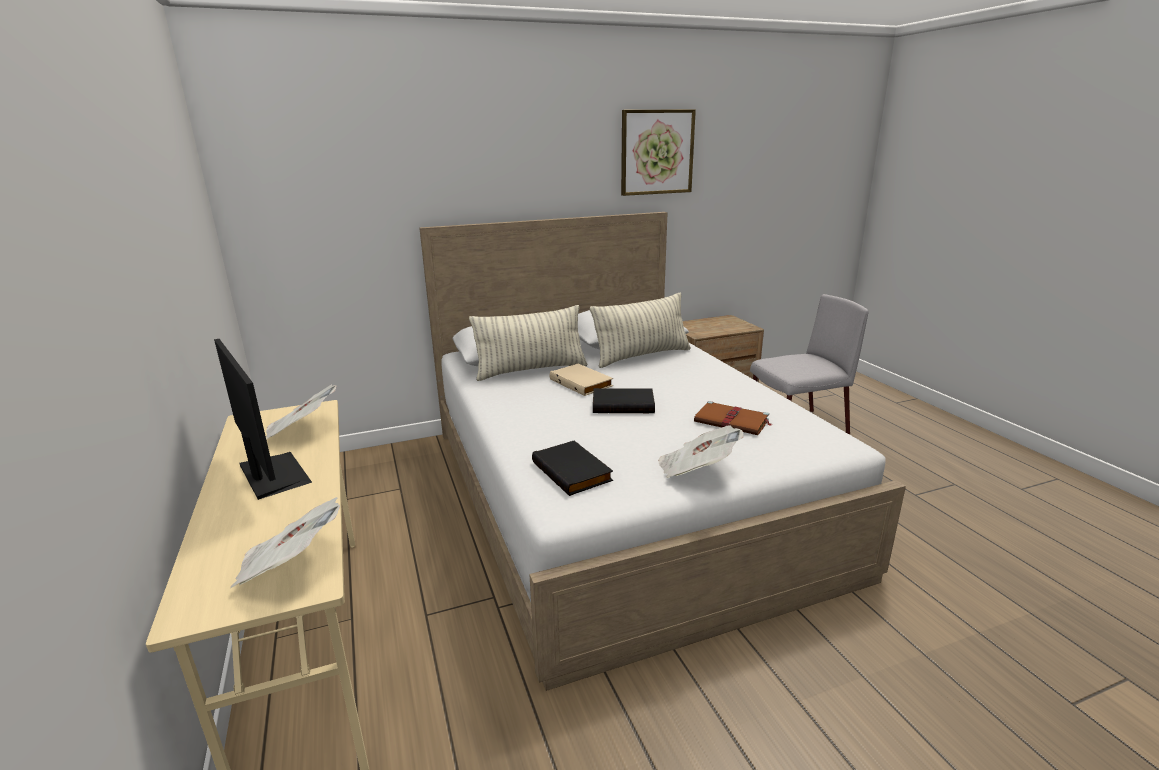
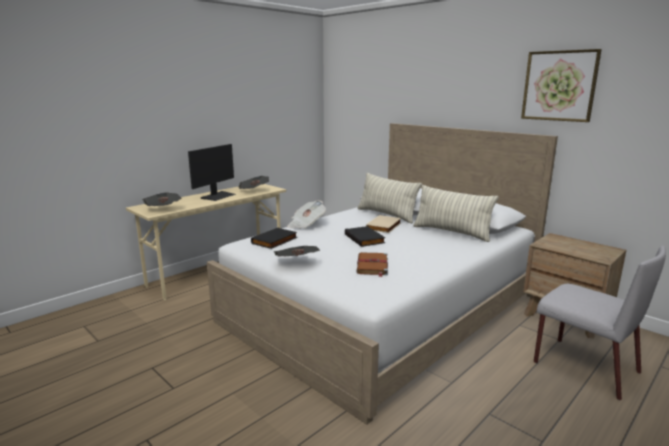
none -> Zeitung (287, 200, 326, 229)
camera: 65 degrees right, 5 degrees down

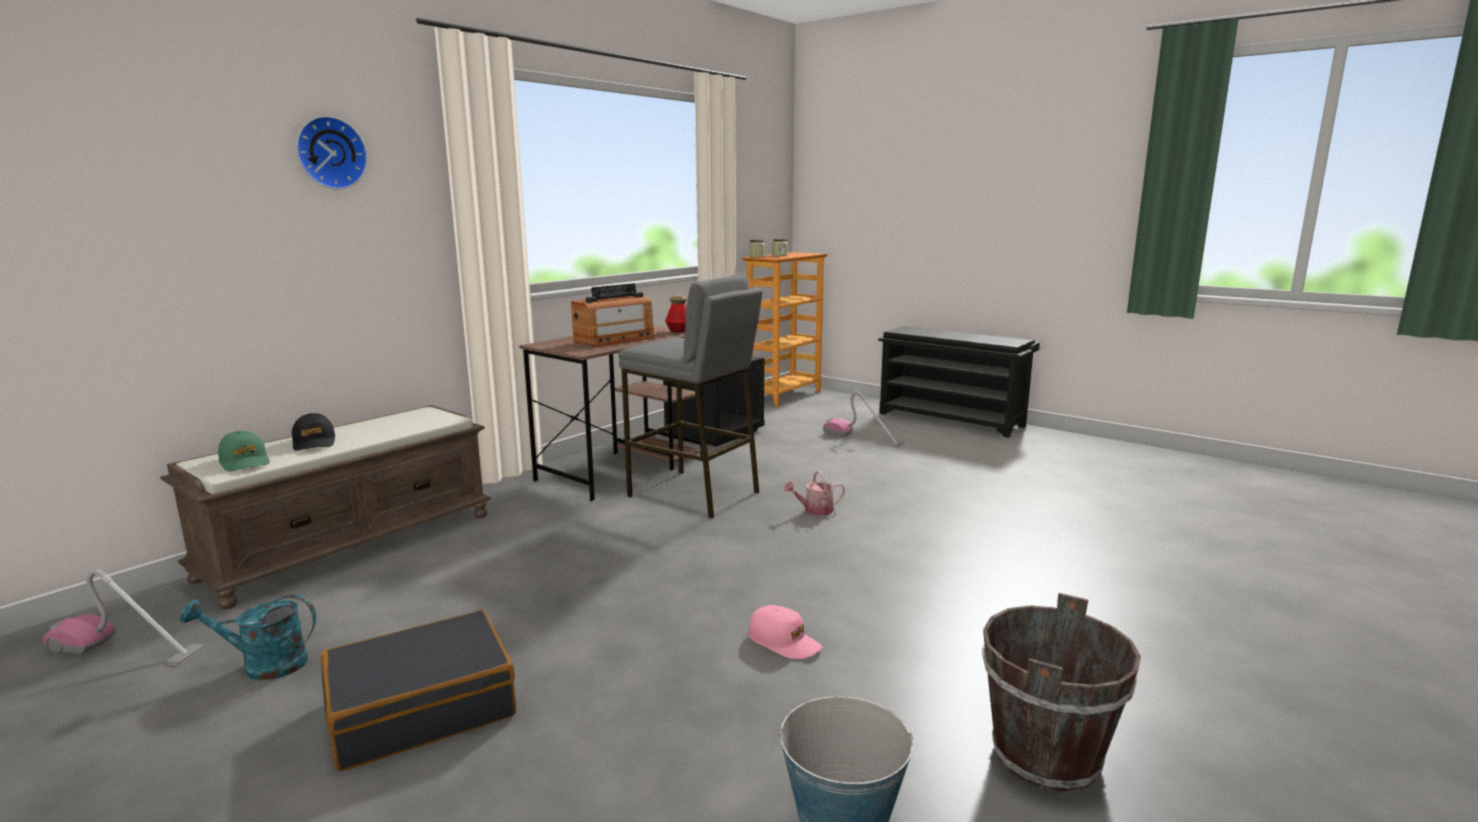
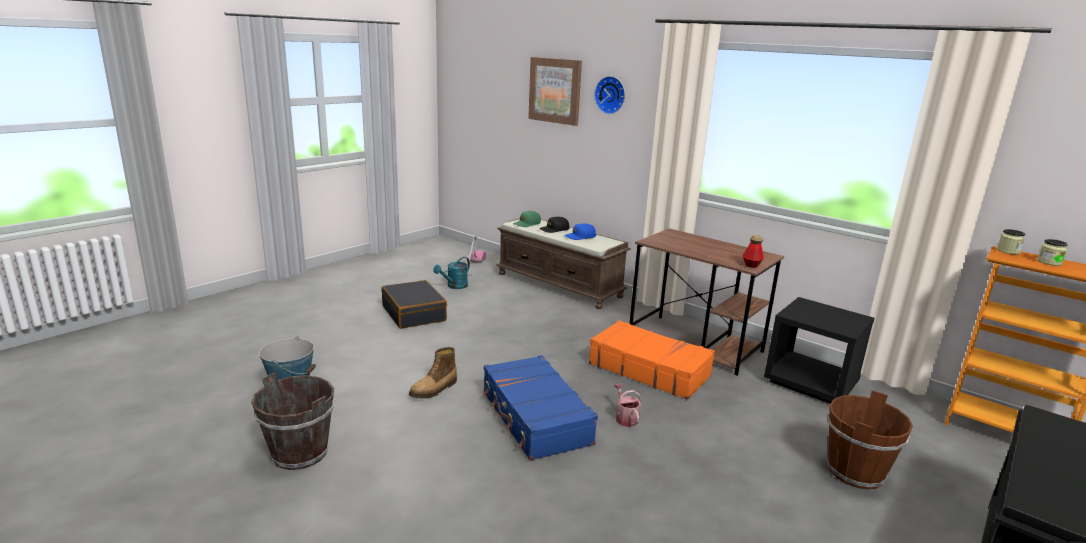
Gießkanne (türkis) (180, 594, 316, 680) -> Gießkanne (türkis) (433, 257, 470, 289), 135 degrees counterclockwise
Radio (571, 283, 654, 347) -> none
Hocker (grau) (618, 273, 762, 519) -> Koffer (orange) (589, 320, 715, 400)
Kappe (rosa) (749, 605, 822, 659) -> Stiefel (409, 347, 457, 399)
Staubsauger (823, 392, 904, 448) -> Eimer (braun) (827, 390, 913, 489)
none -> Koffer (blau) (483, 355, 598, 461)
none -> Bild (528, 57, 582, 126)
none -> Kappe (blau) (565, 223, 596, 240)
camera: 90 degrees right, 5 degrees up

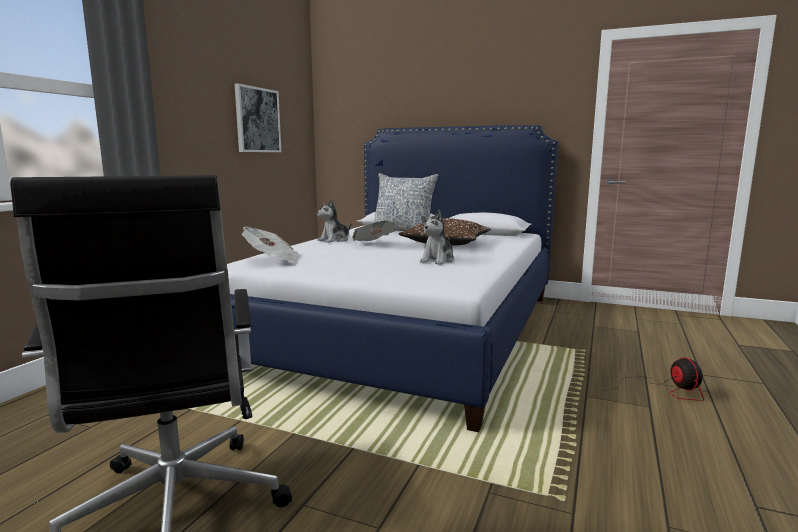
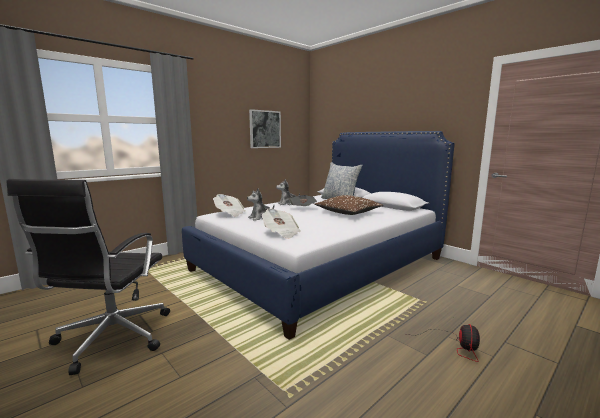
Plüschtier (420, 210, 454, 265) -> Plüschtier (247, 188, 274, 221), shifted
none -> Zeitung (262, 208, 301, 239)
camera: 25 degrees right, 0 degrees up

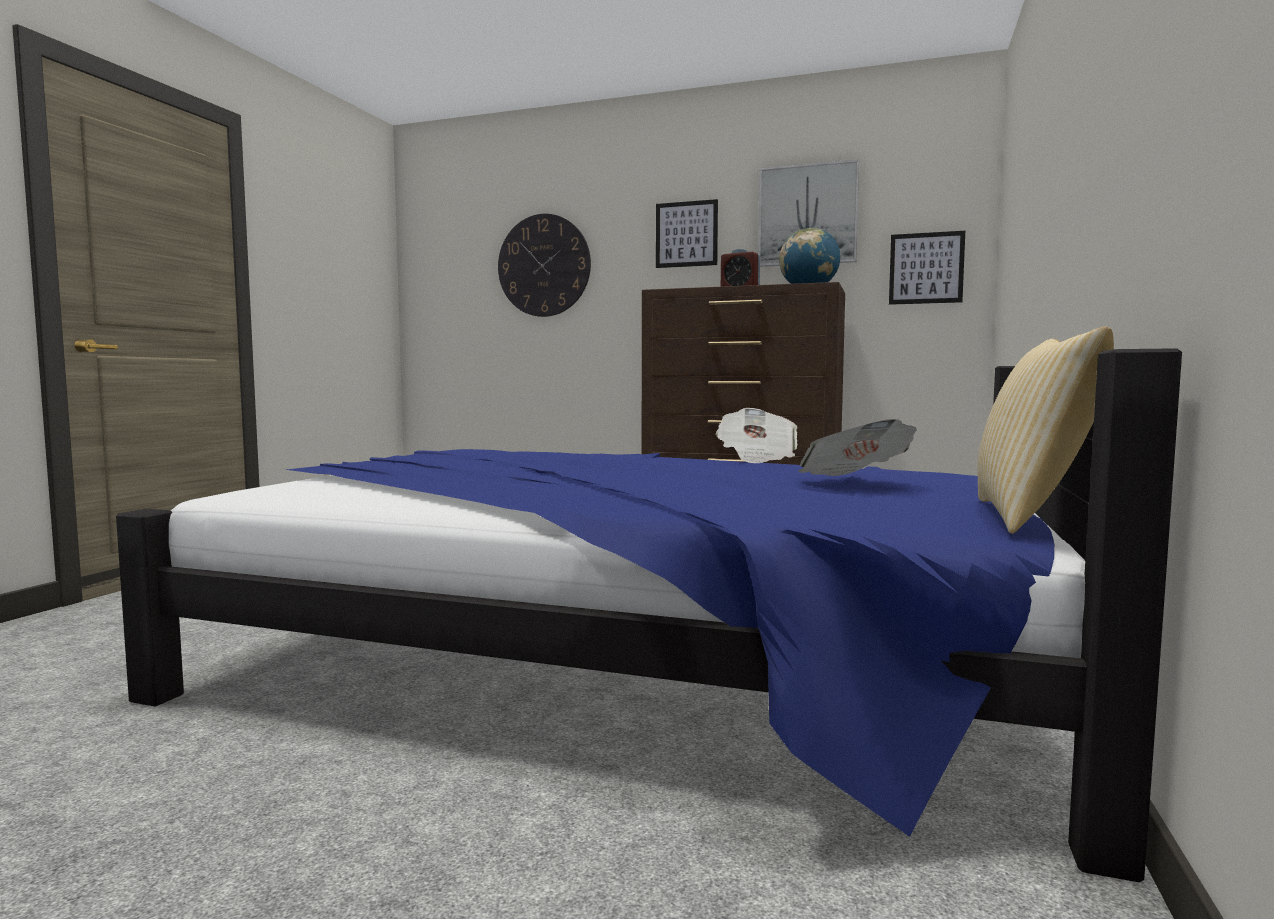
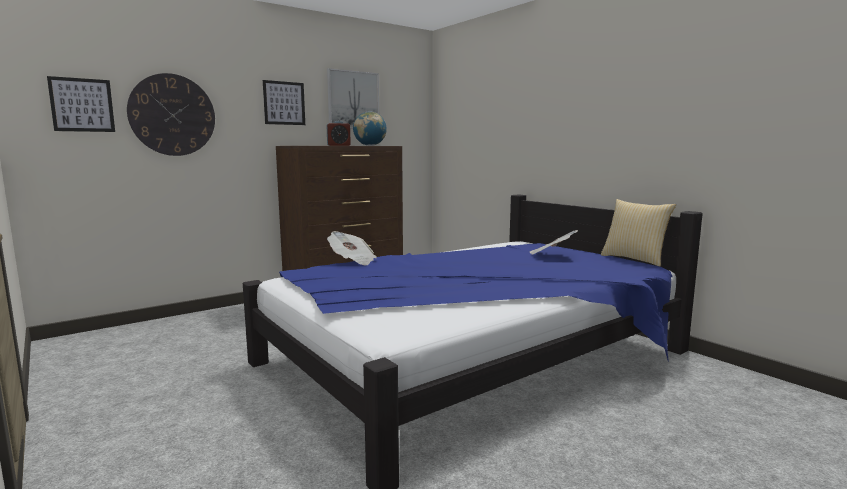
Zeitung (715, 408, 797, 463) -> Zeitung (327, 231, 377, 266), shifted
Bild (889, 231, 965, 305) -> Bild (47, 76, 115, 132), shifted
camera: 55 degrees left, 5 degrees up

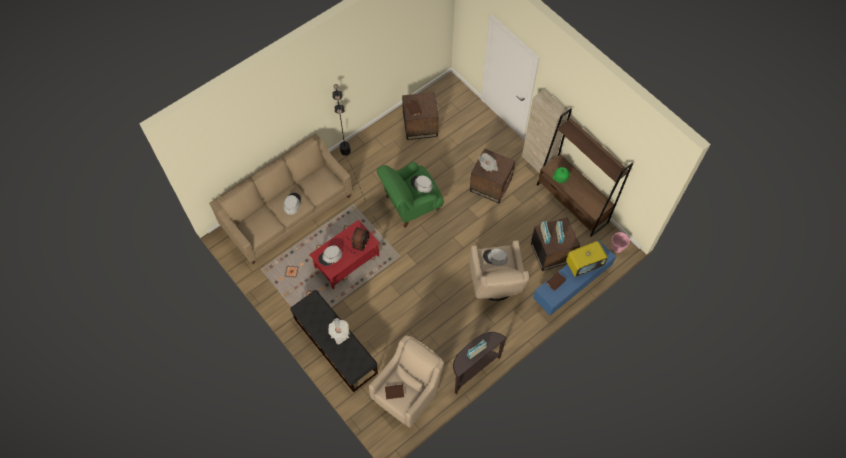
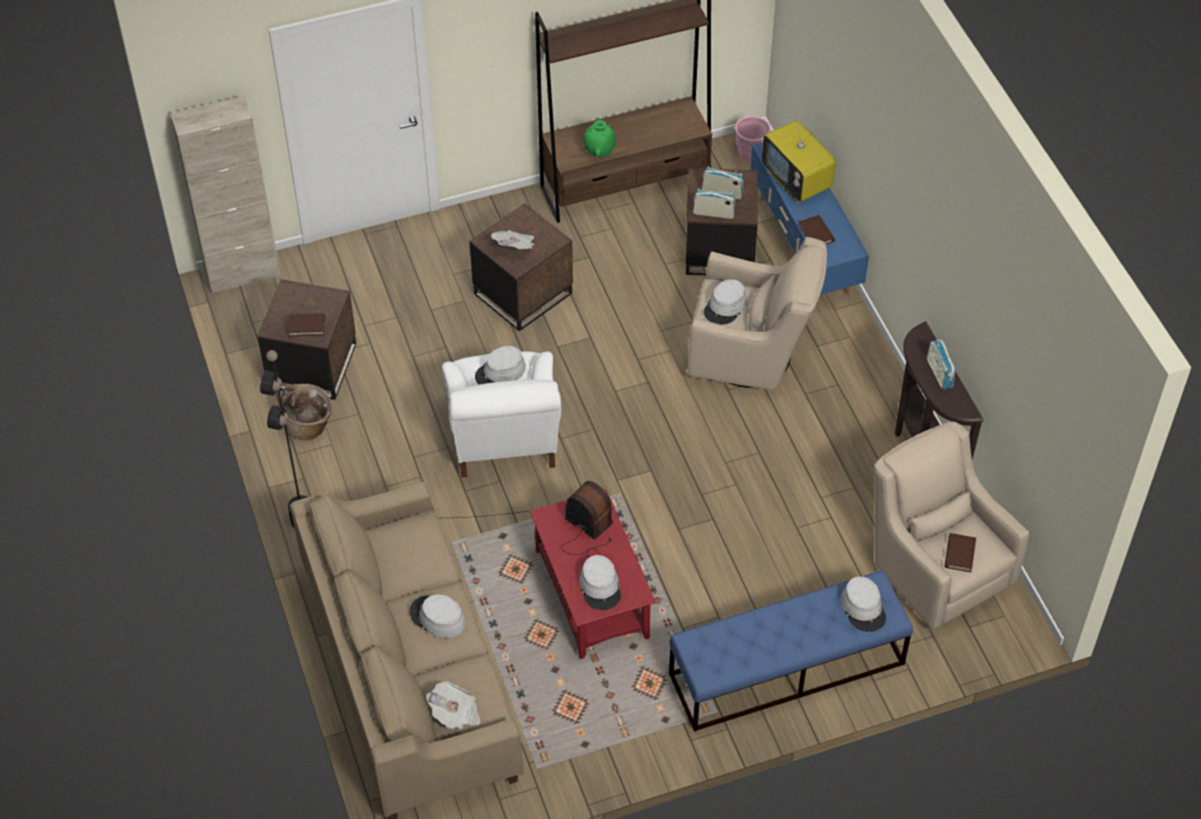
Bank (schwarz) (290, 290, 378, 392) -> Bank (blau) (669, 571, 913, 731)
Zeitung (328, 318, 349, 344) -> Zeitung (427, 681, 481, 729), shifted
Sessel (grün) (377, 162, 444, 228) -> Sessel (weiß) (442, 351, 561, 477)
Schrank (beige) (522, 89, 568, 173) -> Schrank (beige) (170, 96, 281, 294), shifted
Fernseher (566, 241, 608, 277) -> Fernseher (762, 116, 836, 202), 150 degrees clockwise
none -> Korb (281, 384, 331, 440)
none -> Hut (grau) (841, 576, 886, 632)
camera: 70 degrees left, 10 degrees down

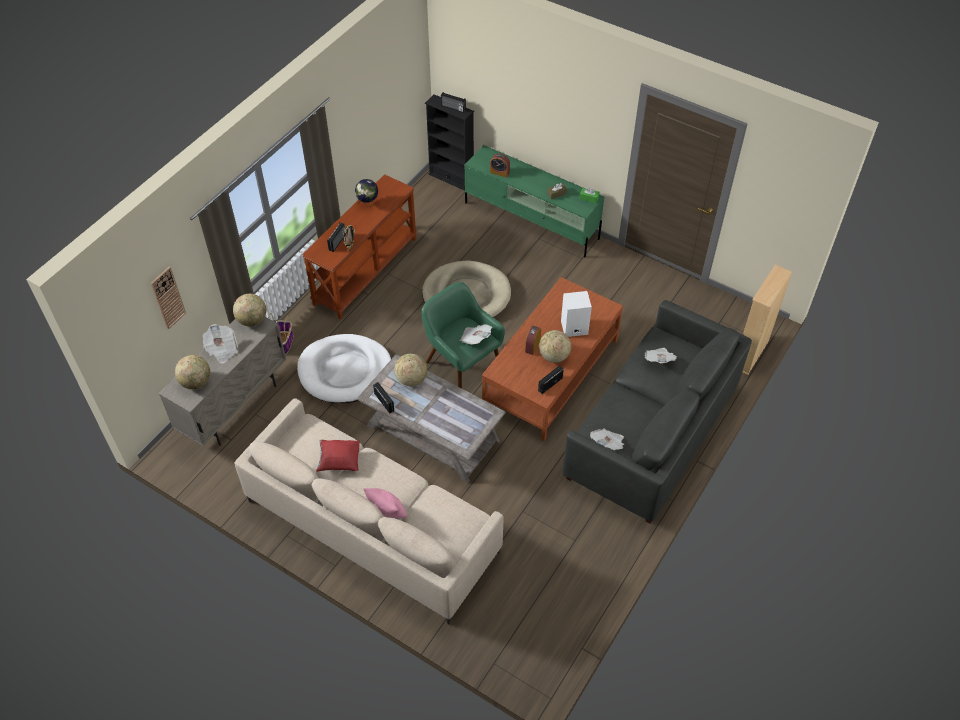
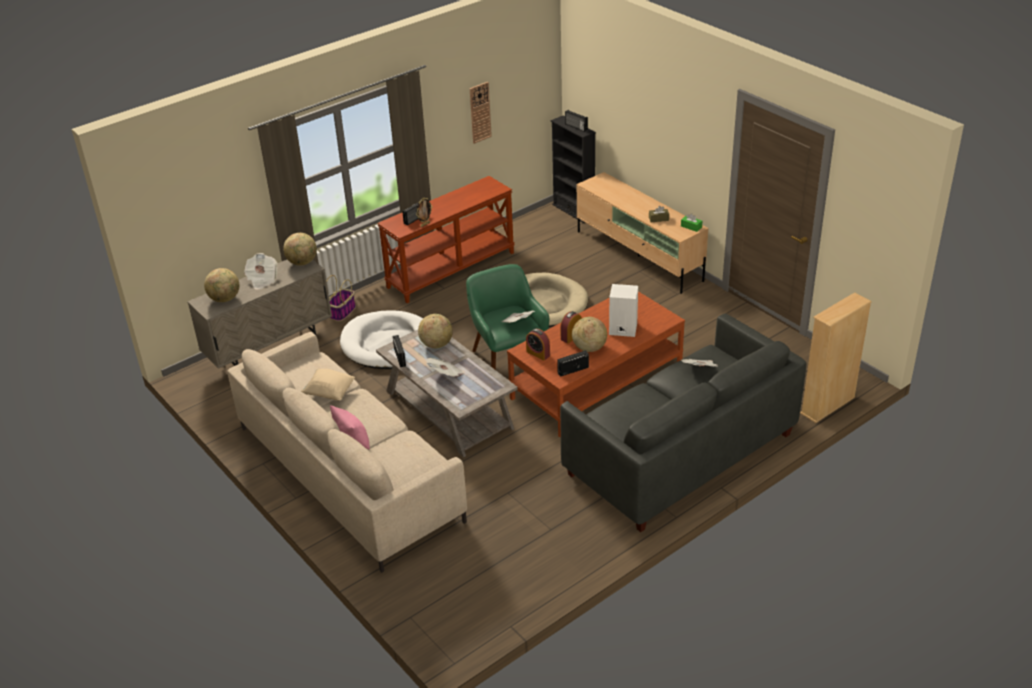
Wanduhr (151, 267, 186, 329) -> Wanduhr (470, 82, 492, 144), shifted
Kissen (rot) (316, 440, 360, 472) -> Kissen (beige) (301, 369, 355, 401)
Globus (355, 179, 378, 207) -> none
Fernsehschrank (grün) (465, 145, 604, 257) -> Fernsehschrank (beige) (577, 172, 708, 294)
Wecker (490, 153, 510, 178) -> Wecker (526, 329, 550, 360), shifted
Zeitung (590, 428, 624, 450) -> Zeitung (426, 358, 465, 377), shifted
camera: 20 degrees right, 15 degrees down

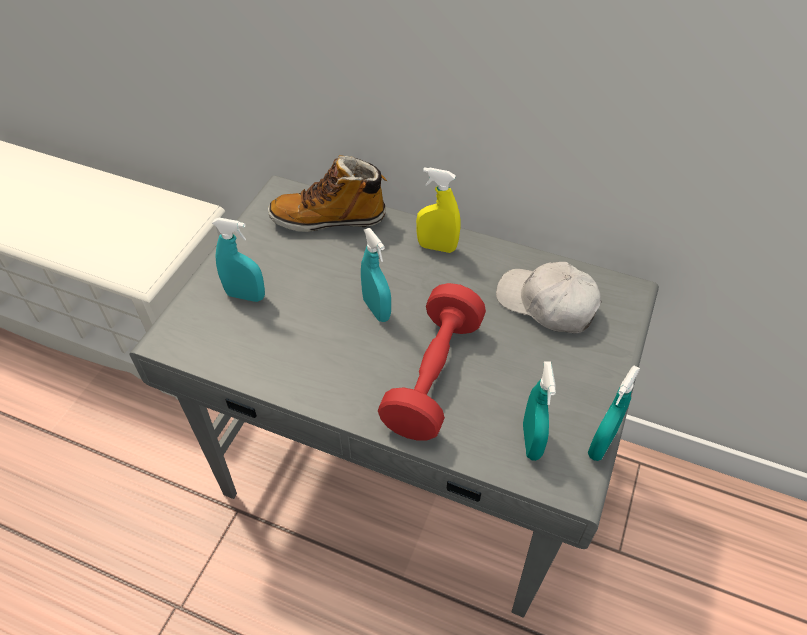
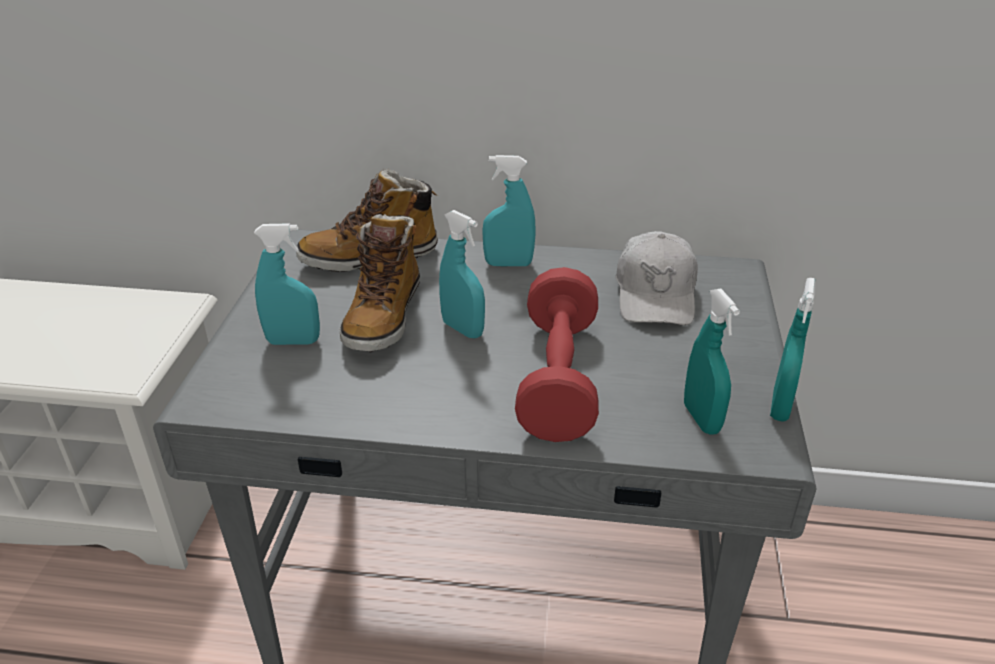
Sprühflasche (gelb) (416, 167, 461, 253) -> Sprühflasche (türkis) (482, 155, 536, 266)
Kappe (weiß) (496, 262, 602, 334) -> Kappe (weiß) (616, 231, 698, 325), 105 degrees counterclockwise
none -> Stiefel (340, 214, 420, 353)
camera: 15 degrees left, 15 degrees down

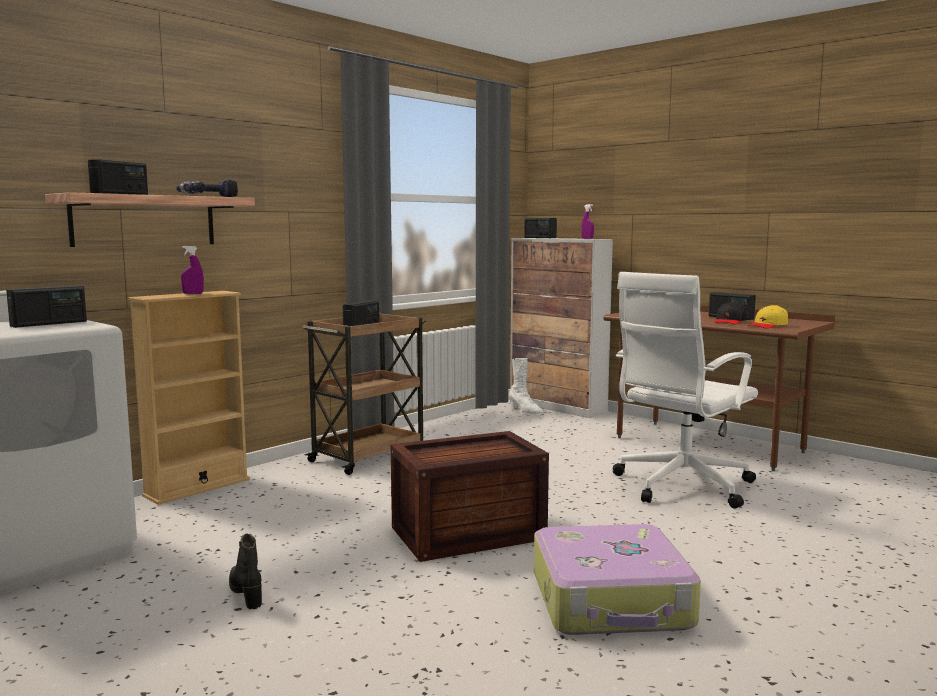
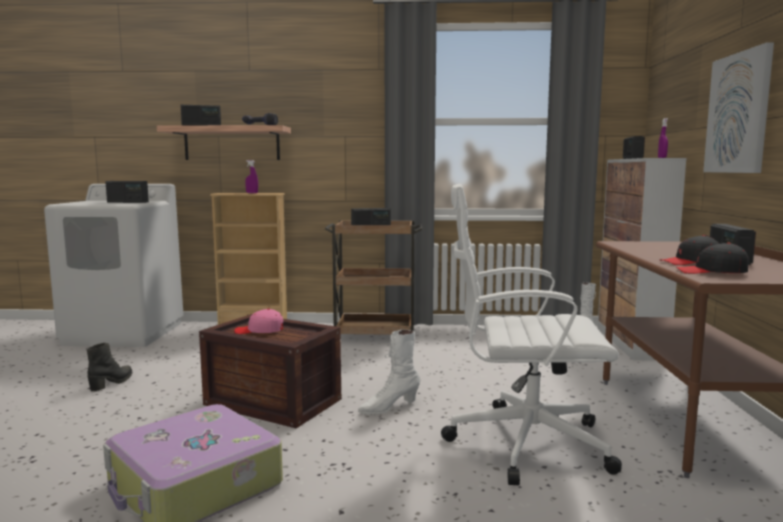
Kappe (gelb) (748, 304, 788, 328) -> Kappe (schwarz) (676, 243, 749, 274)
none -> Kappe (rosa) (234, 309, 283, 334)
none -> Stiefel (weiß) (357, 330, 420, 415)
none -> Bild (703, 42, 774, 173)
camera: 50 degrees right, 0 degrees up

